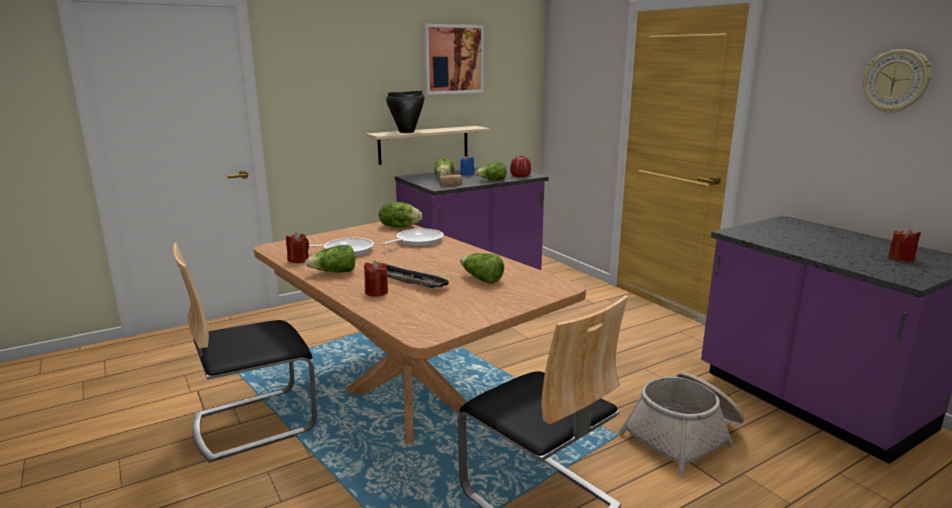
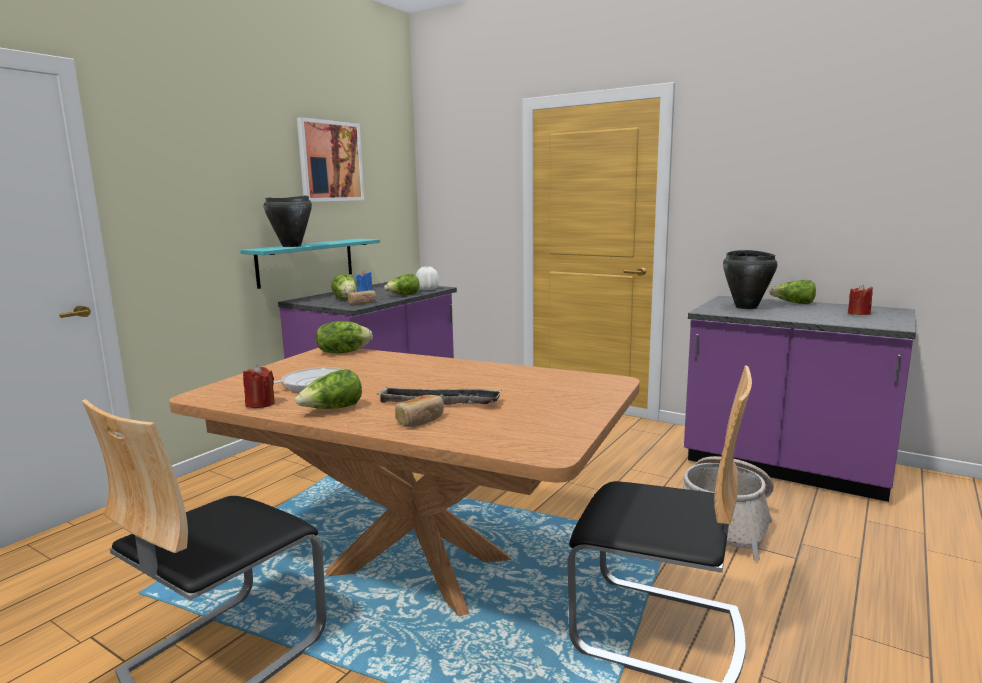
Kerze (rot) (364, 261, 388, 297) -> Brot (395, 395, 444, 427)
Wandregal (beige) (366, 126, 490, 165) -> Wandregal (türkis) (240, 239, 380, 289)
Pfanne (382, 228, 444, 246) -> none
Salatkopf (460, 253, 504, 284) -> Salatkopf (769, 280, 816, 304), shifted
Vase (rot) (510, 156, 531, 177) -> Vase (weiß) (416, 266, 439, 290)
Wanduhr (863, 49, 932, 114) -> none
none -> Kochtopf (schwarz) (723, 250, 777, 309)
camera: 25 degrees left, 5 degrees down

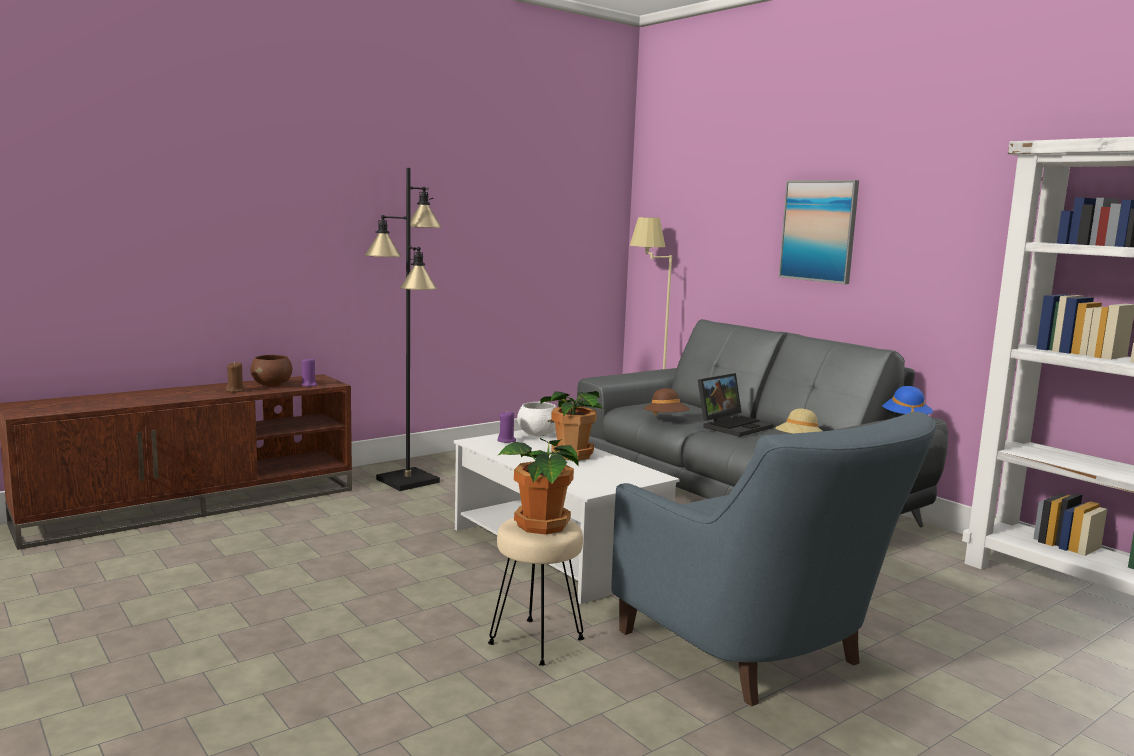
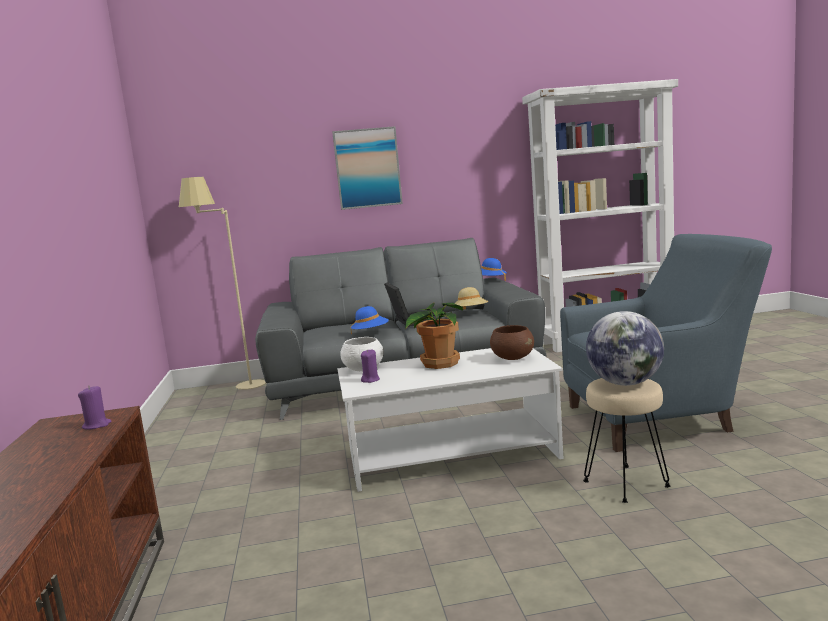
Kerze (braun) (225, 361, 245, 392) -> none
Schüssel (braun) (250, 355, 292, 387) -> Schüssel (braun) (490, 325, 534, 360), shifted
Stehlampe (schwarz) (365, 168, 442, 491) -> none
Topfpflanze (497, 438, 579, 535) -> Globus (586, 311, 664, 386)
Hut (braun) (644, 388, 690, 415) -> Hut (blau) (350, 306, 389, 335)
camera: 60 degrees left, 0 degrees up

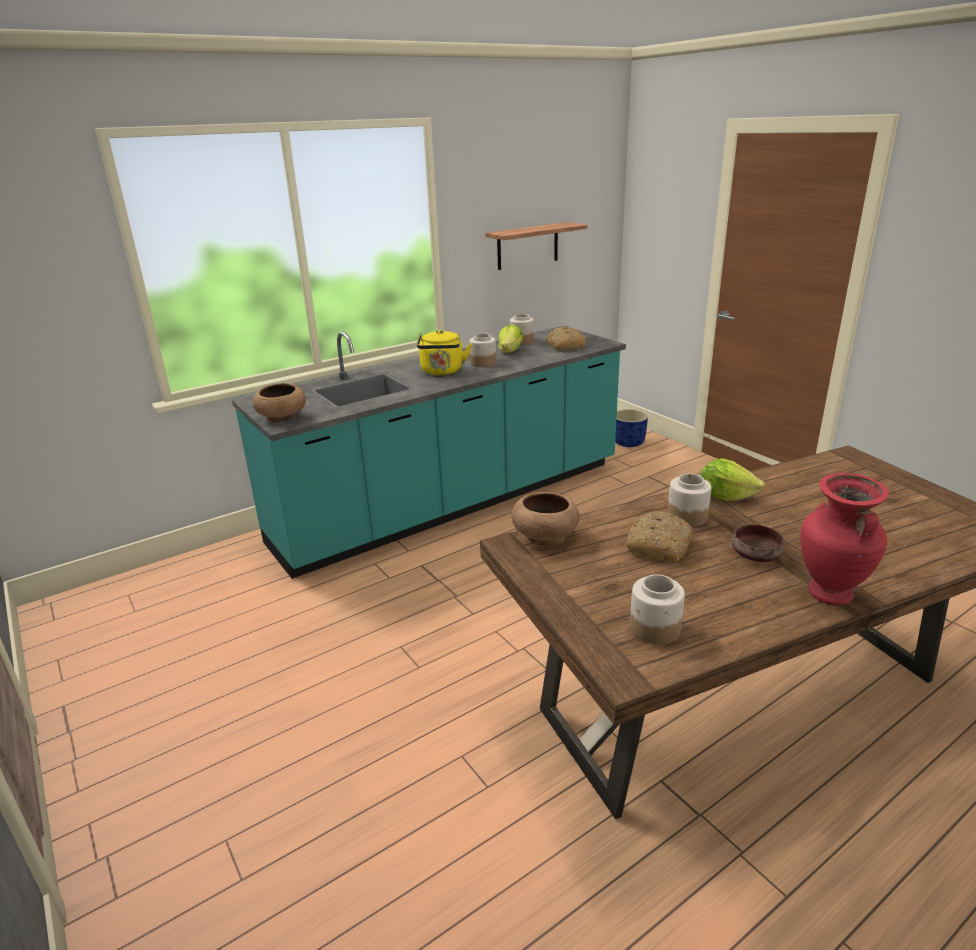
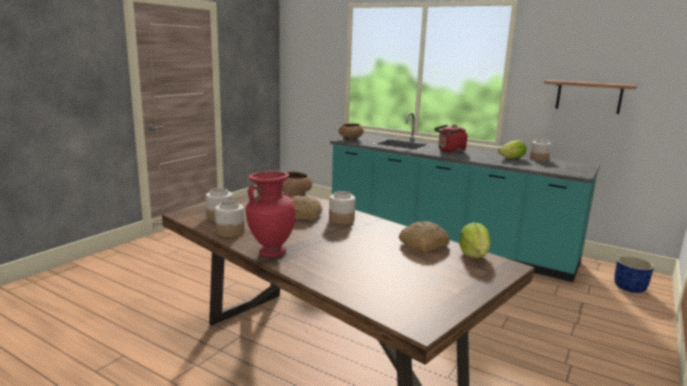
Wasserkessel (gelb) (417, 330, 472, 375) -> Wasserkessel (rot) (434, 125, 467, 153)
Vorratsglas (469, 333, 496, 367) -> Vorratsglas (215, 200, 245, 237), shifted
Brot (546, 326, 586, 351) -> Brot (399, 221, 450, 252), shifted
Salatkopf (700, 458, 765, 501) -> Salatkopf (459, 222, 490, 258), shifted
Schüssel (braun) (732, 524, 784, 562) -> none
camera: 65 degrees right, 10 degrees down

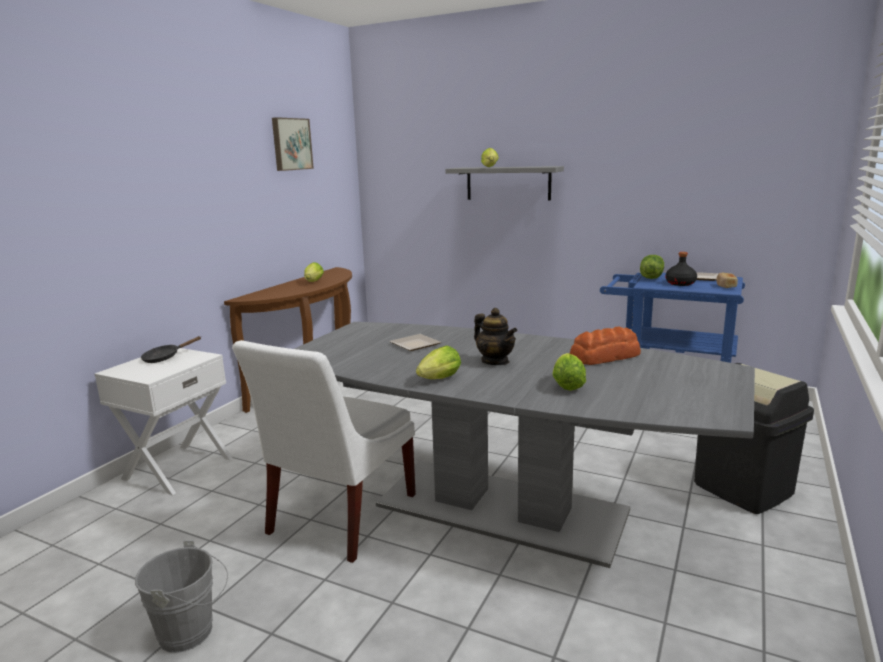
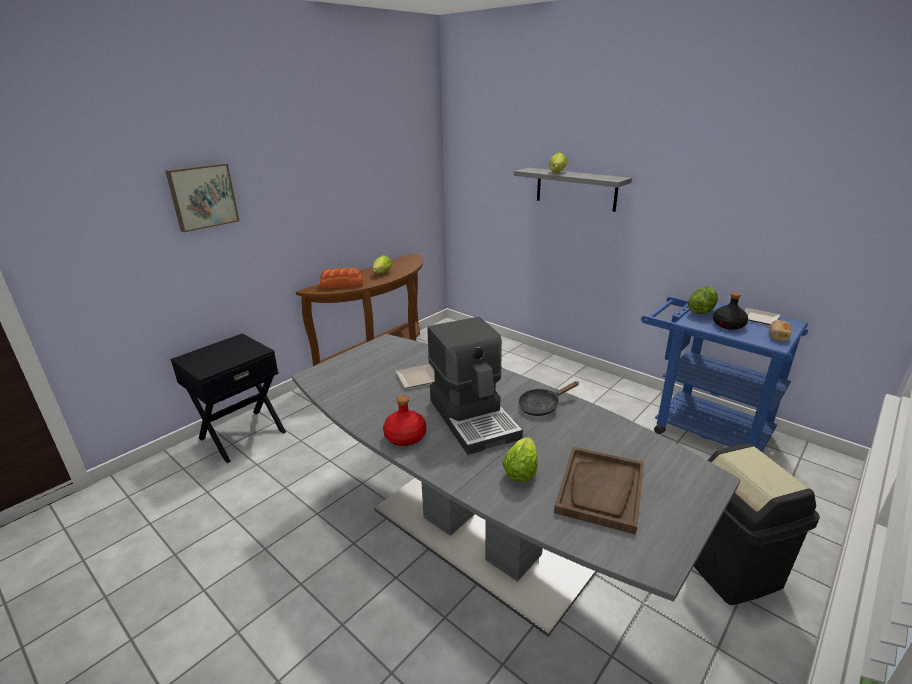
Nachttisch (weiß) (95, 348, 233, 495) -> Nachttisch (schwarz) (170, 333, 286, 463)
Eimer (grau) (135, 540, 228, 653) -> none
Pfanne (schwarz) (141, 336, 201, 363) -> Pfanne (schwarz) (518, 381, 579, 416), shifted
Stuhl (weiß) (232, 340, 416, 563) -> none
Bild (272, 117, 314, 171) -> Bild (165, 163, 239, 232), shifted
Salatkopf (416, 346, 461, 379) -> Flasche (rot) (383, 395, 426, 446)
Teekanne (474, 308, 517, 365) -> Kaffeemaschine (427, 317, 523, 455)
Brot (570, 327, 641, 365) -> Brot (320, 268, 363, 289), shifted
none -> Tablett (braun) (554, 447, 644, 535)
camera: 15 degrees right, 10 degrees up

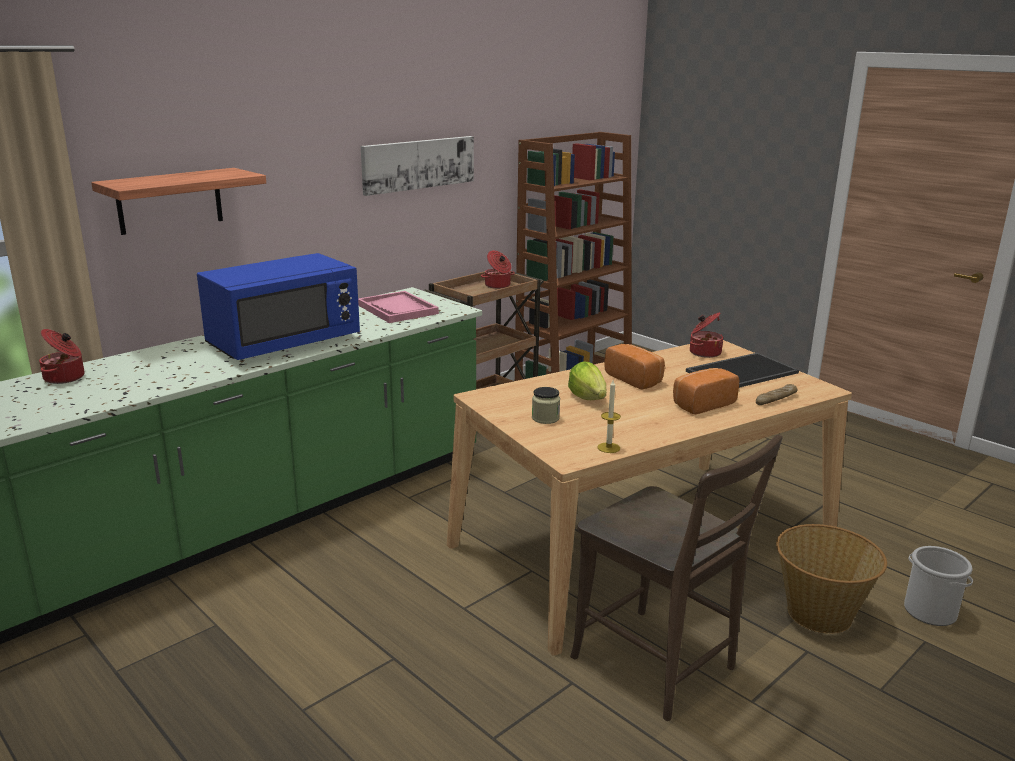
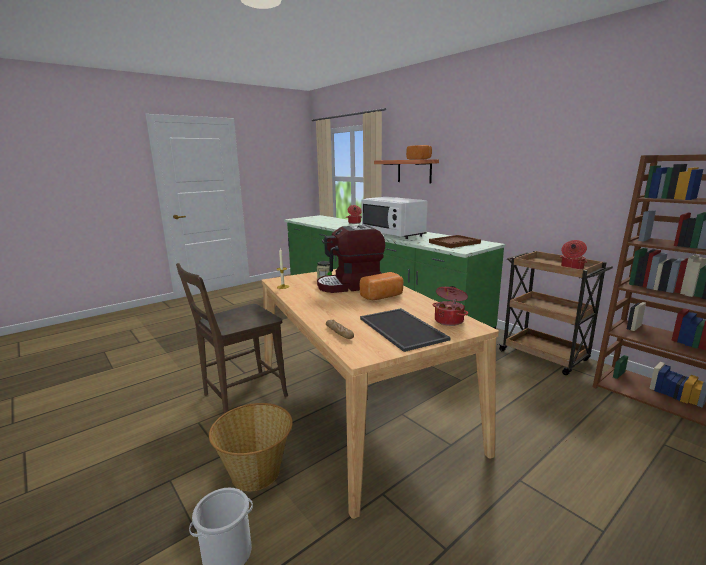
Mikrowelle (blau) (197, 253, 360, 360) -> Mikrowelle (weiß) (361, 197, 427, 239)
Tablett (rosa) (358, 291, 439, 323) -> Tablett (braun) (429, 235, 481, 248)
Bild (361, 136, 474, 196) -> none
Salatkopf (568, 361, 607, 400) -> Kaffeemaschine (317, 225, 385, 293)
Brot (673, 368, 739, 414) -> Brot (406, 145, 432, 160), shifted
camera: 95 degrees right, 5 degrees down

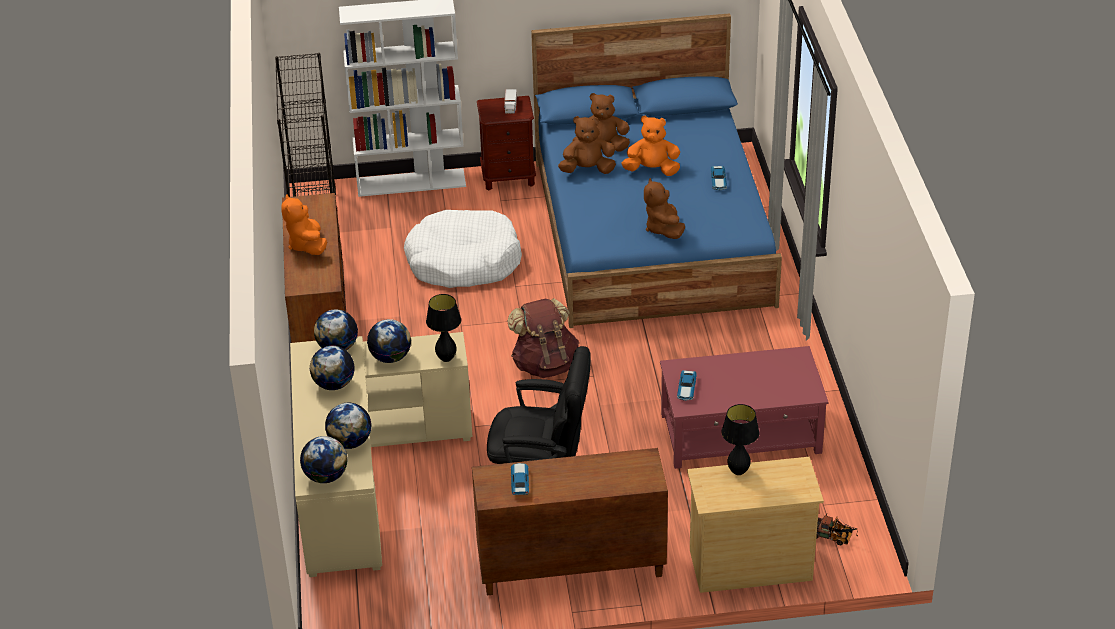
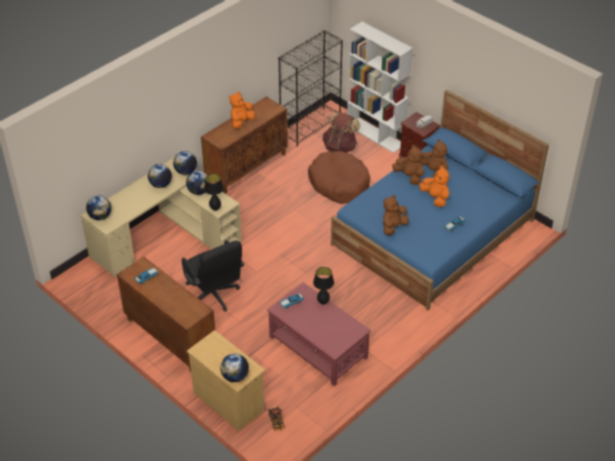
Globus (325, 403, 372, 449) -> Globus (220, 354, 249, 382), shifted
Hundebett (weiß) (404, 210, 522, 288) -> Hundebett (braun) (308, 151, 370, 204)
Rucksack (braun) (507, 298, 579, 378) -> Rucksack (braun) (323, 112, 360, 153), shifted
Tischlampe (schwarz) (721, 404, 759, 475) -> Tischlampe (schwarz) (313, 267, 334, 305), shifted
camera: 50 degrees right, 5 degrees up

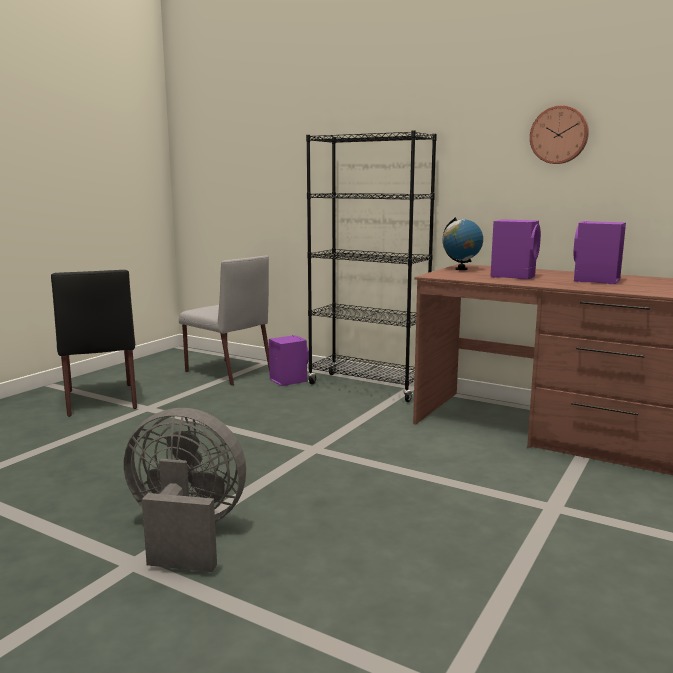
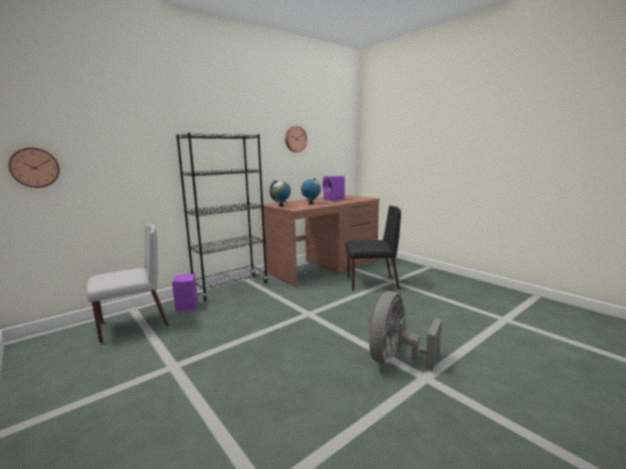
Stuhl (schwarz) (51, 270, 137, 417) -> Stuhl (schwarz) (345, 205, 401, 291), shifted
Lautsprecher (lila) (490, 219, 541, 279) -> Globus (301, 178, 321, 204)
none -> Wanduhr (8, 147, 60, 188)
camera: 70 degrees left, 0 degrees up

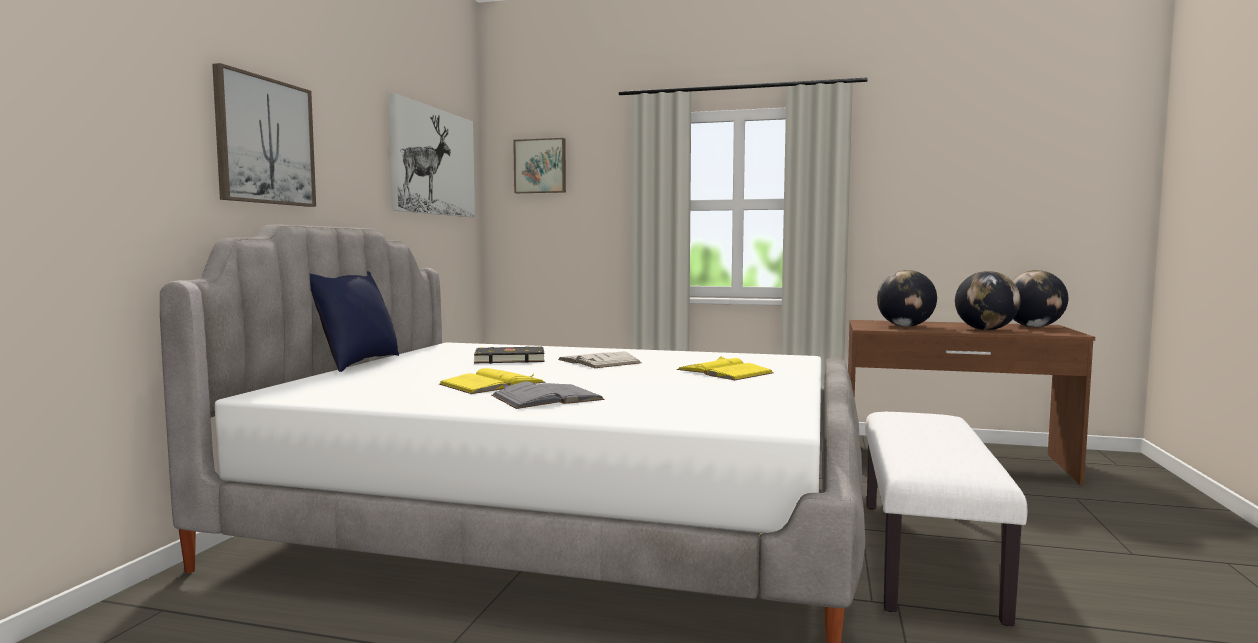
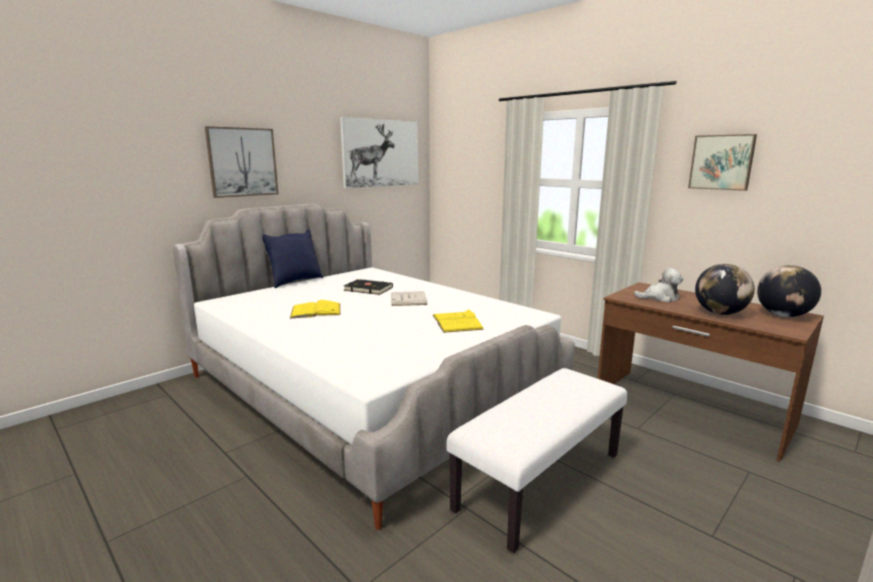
Buch (grau) (491, 381, 605, 409) -> none
Bild (513, 138, 566, 193) -> Bild (688, 134, 757, 191), shifted
Globus (877, 270, 937, 327) -> Plüschtier (634, 268, 684, 302)
camera: 30 degrees right, 10 degrees up

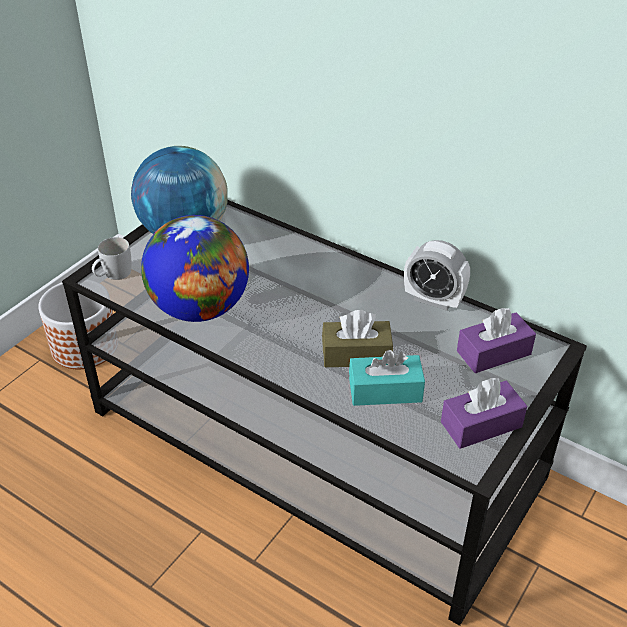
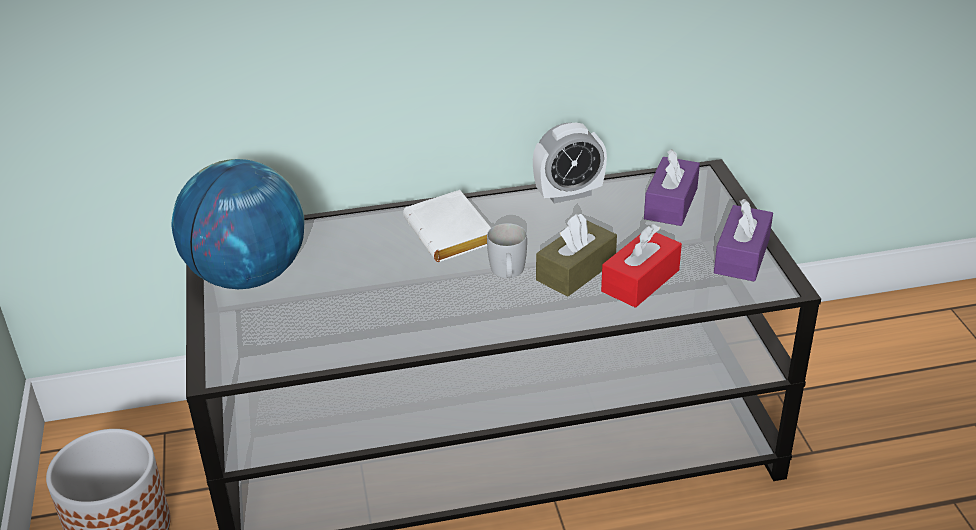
Henkelbecher (weiß) (92, 237, 131, 280) -> Henkelbecher (weiß) (487, 223, 527, 278), shifted
Globus (141, 215, 249, 322) -> none
Taschentuchbox (türkis) (349, 350, 425, 406) -> Taschentuchbox (rot) (601, 224, 682, 308)
none -> Buch (weiß) (403, 190, 491, 262)
camera: 45 degrees left, 5 degrees down

